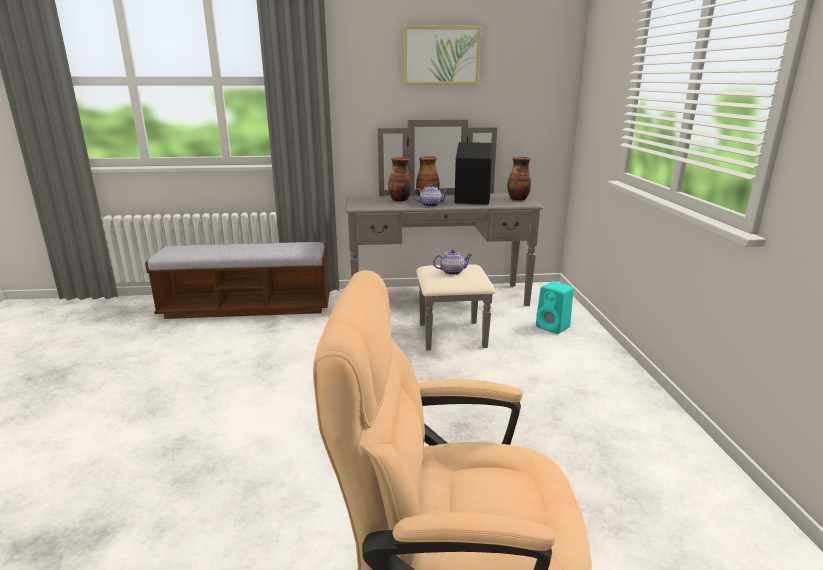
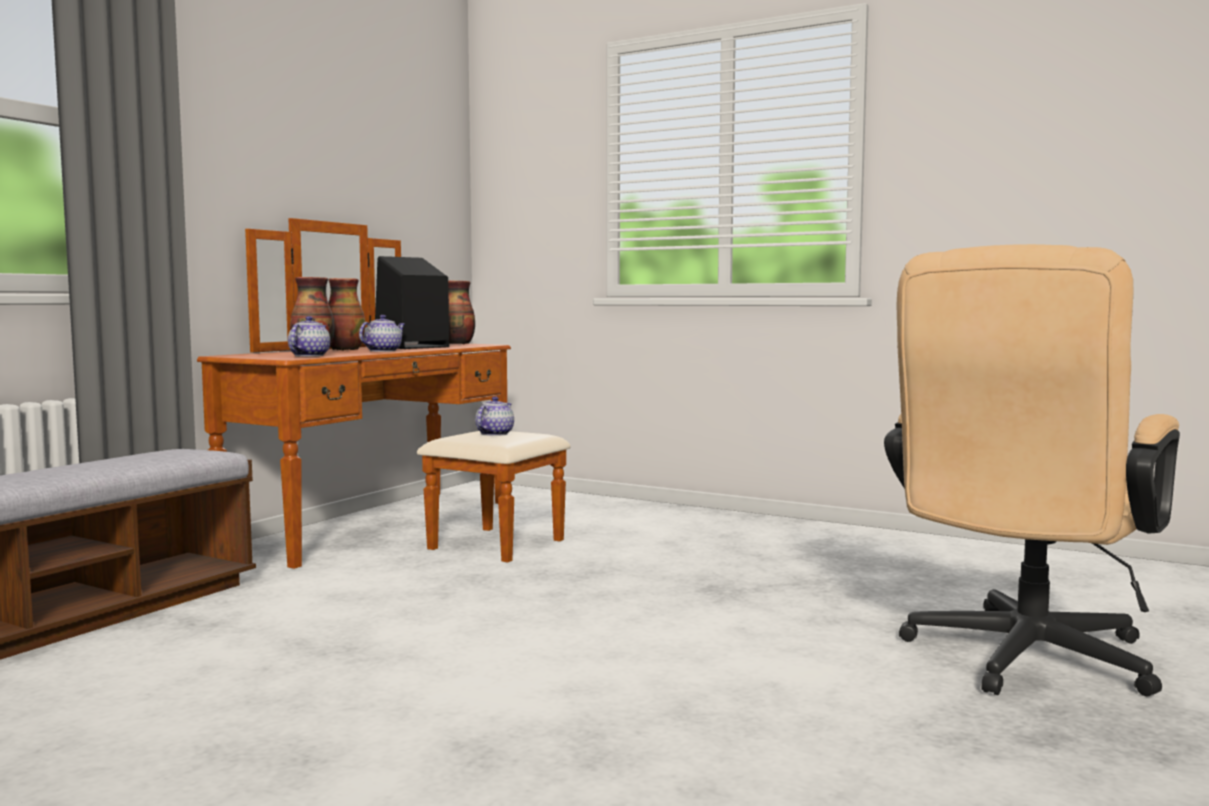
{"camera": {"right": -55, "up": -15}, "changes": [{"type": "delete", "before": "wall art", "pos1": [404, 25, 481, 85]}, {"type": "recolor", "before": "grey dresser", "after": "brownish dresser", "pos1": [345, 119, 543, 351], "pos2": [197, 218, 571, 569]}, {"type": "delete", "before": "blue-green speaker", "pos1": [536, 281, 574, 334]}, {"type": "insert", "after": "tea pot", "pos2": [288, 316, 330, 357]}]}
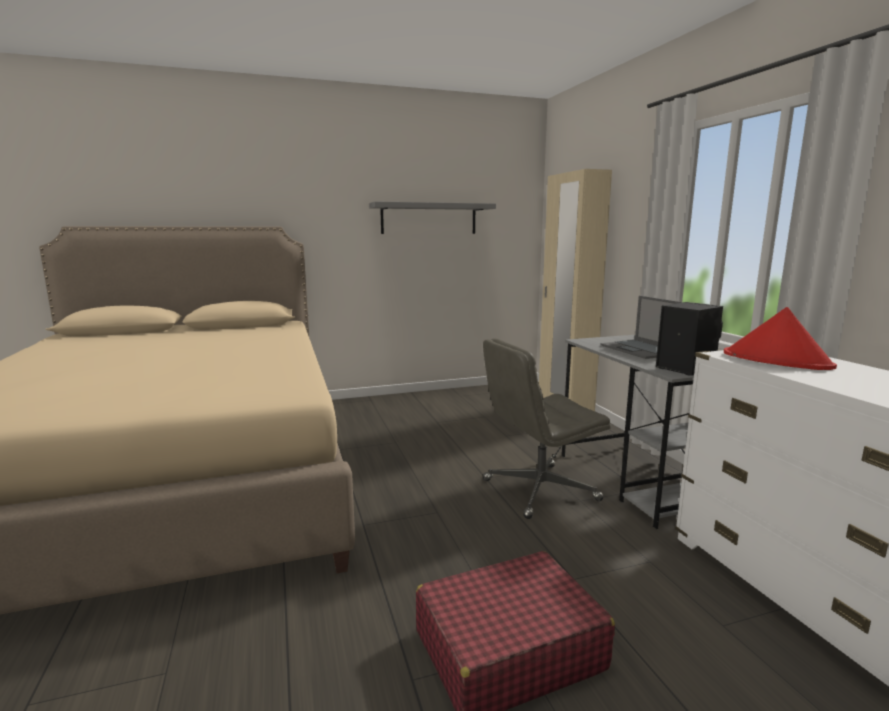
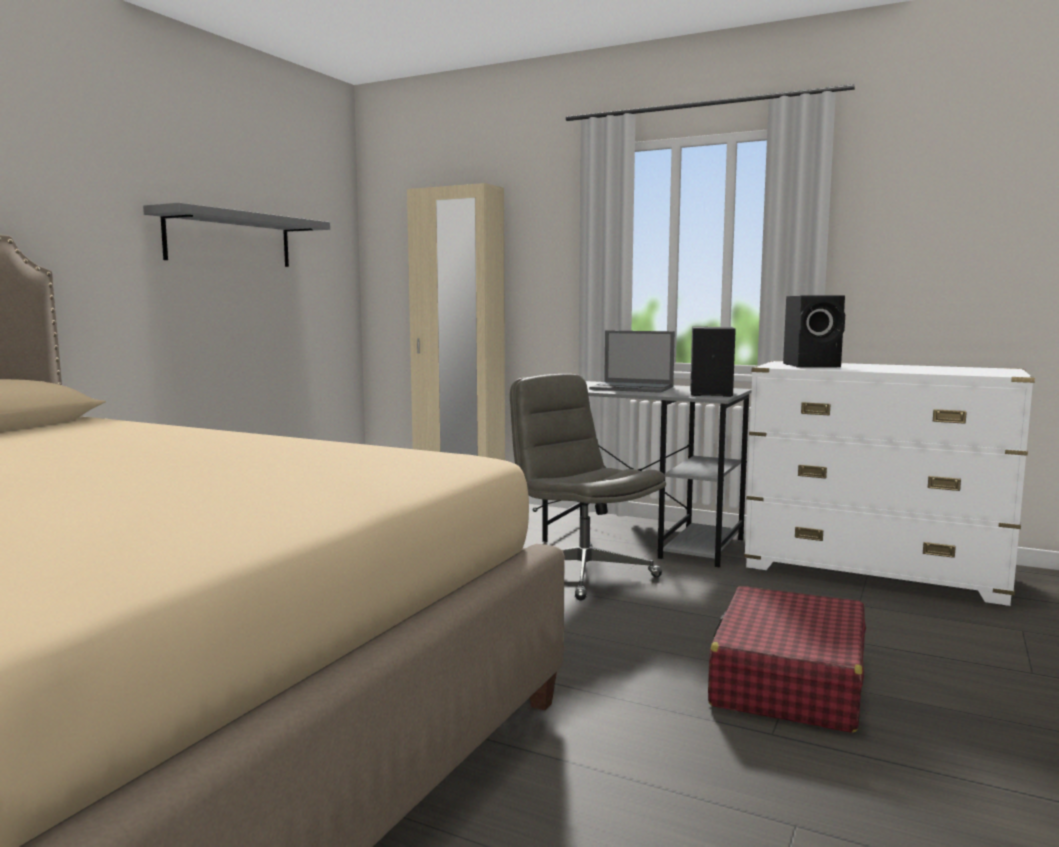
{"camera": {"right": -45, "up": -5}, "changes": [{"type": "replace", "before": "red-coloured hat", "after": "black-coloured speaker", "pos1": [724, 307, 837, 370], "pos2": [783, 296, 845, 368]}, {"type": "rotate", "before": "grey desk chair", "pos1": [483, 338, 611, 519], "pos2": [510, 374, 666, 601], "turn": 120}]}
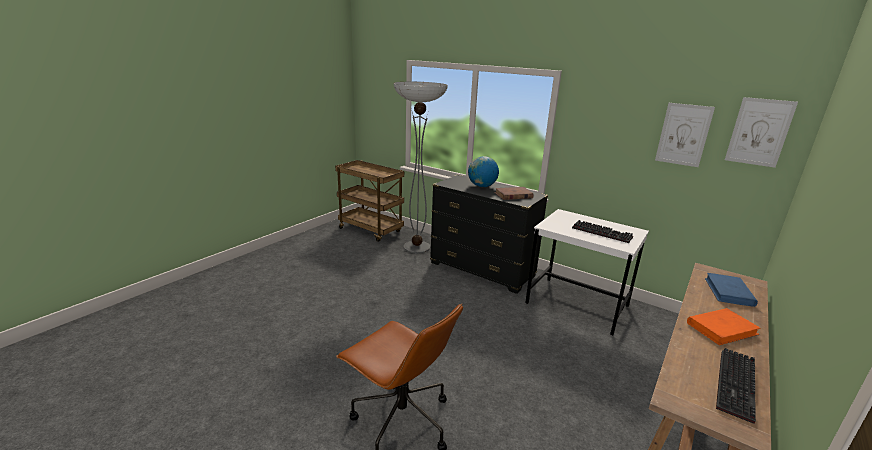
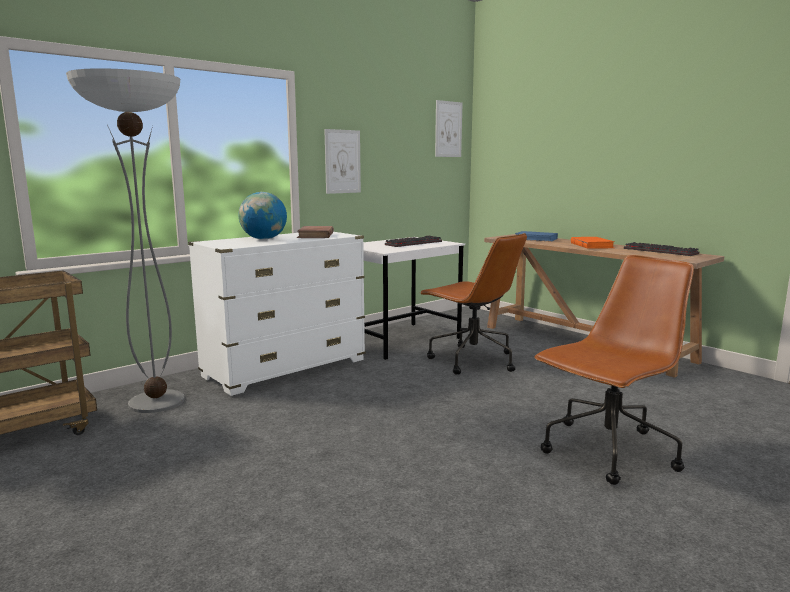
{"camera": {"right": -75, "up": -10}, "changes": [{"type": "move", "before": "wall art", "pos1": [655, 103, 715, 167], "pos2": [324, 129, 361, 194]}, {"type": "recolor", "before": "black-coloured dresser", "after": "white dresser", "pos1": [430, 175, 548, 294], "pos2": [188, 232, 365, 396]}, {"type": "insert", "after": "brownish desk chair", "pos2": [419, 233, 527, 375]}]}
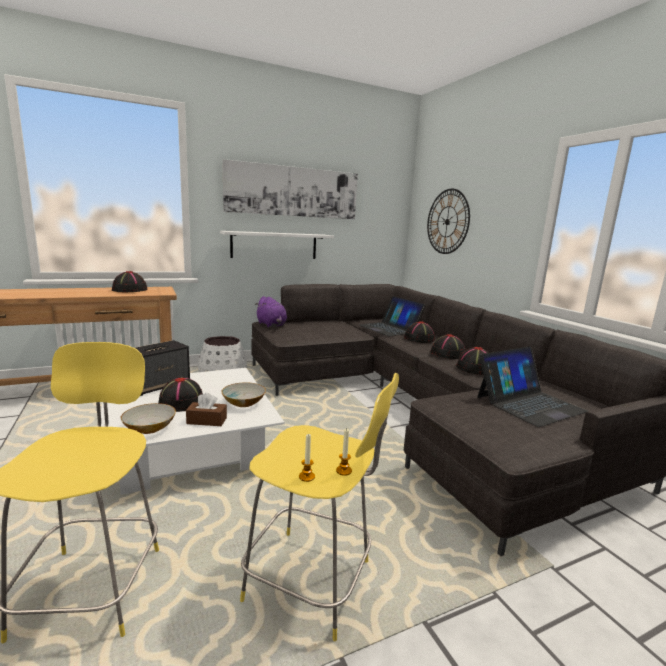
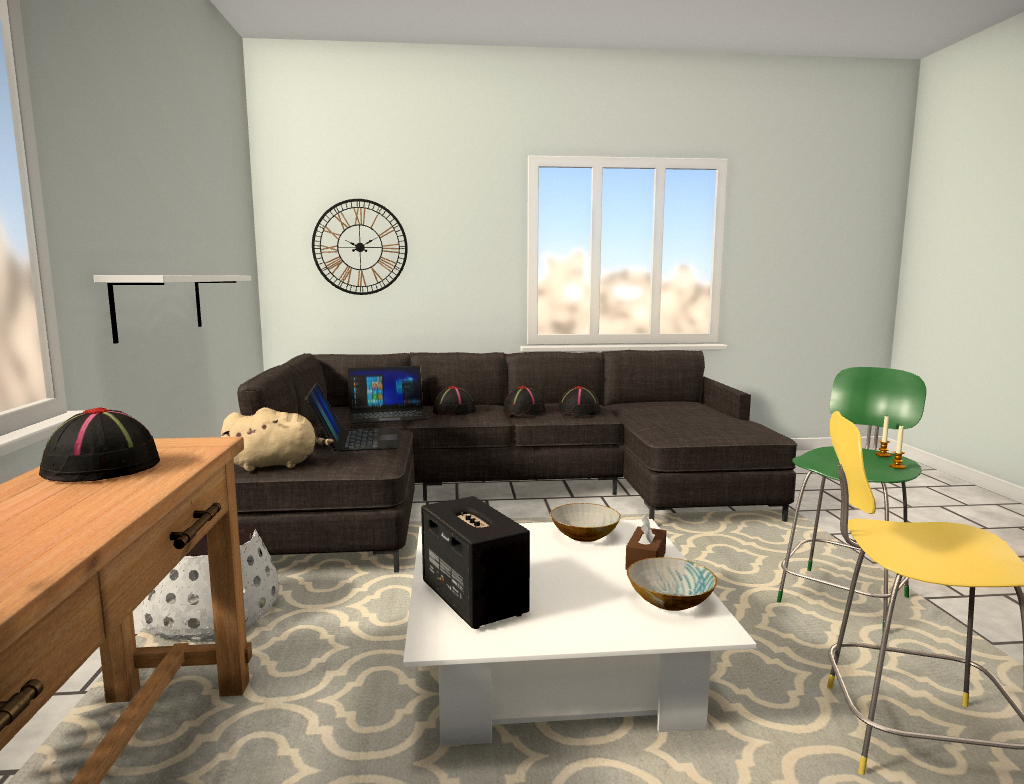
{"camera": {"right": -70, "up": -5}, "changes": [{"type": "delete", "before": "wall art", "pos1": [222, 159, 358, 219]}, {"type": "recolor", "before": "purple-coloured cuddly toy", "after": "sand-coloured cuddly toy", "pos1": [255, 296, 287, 327], "pos2": [221, 407, 335, 471]}, {"type": "move", "before": "laptop", "pos1": [477, 346, 588, 427], "pos2": [305, 383, 399, 452]}, {"type": "recolor", "before": "yellow sitting stool", "after": "green sitting stool", "pos1": [240, 373, 399, 641], "pos2": [777, 367, 926, 634]}, {"type": "delete", "before": "black-coloured hat", "pos1": [158, 377, 203, 412]}]}
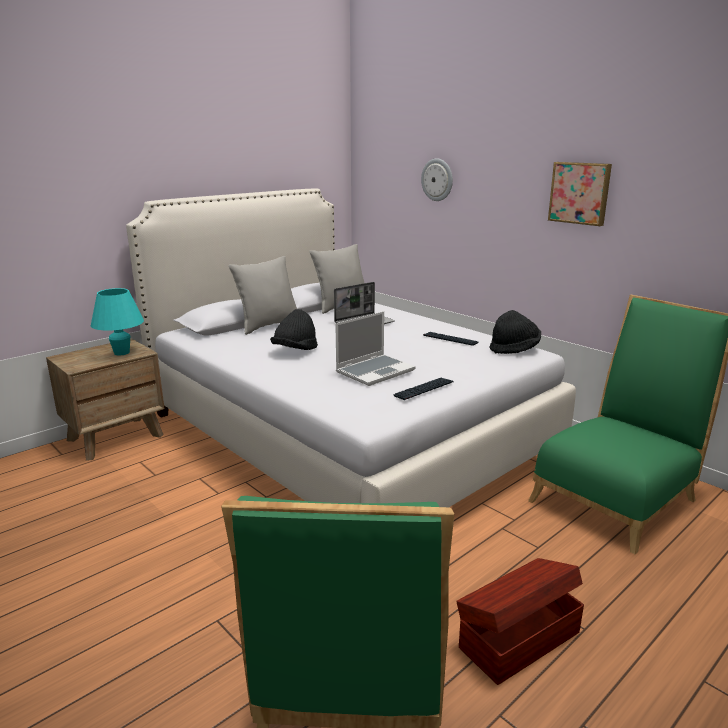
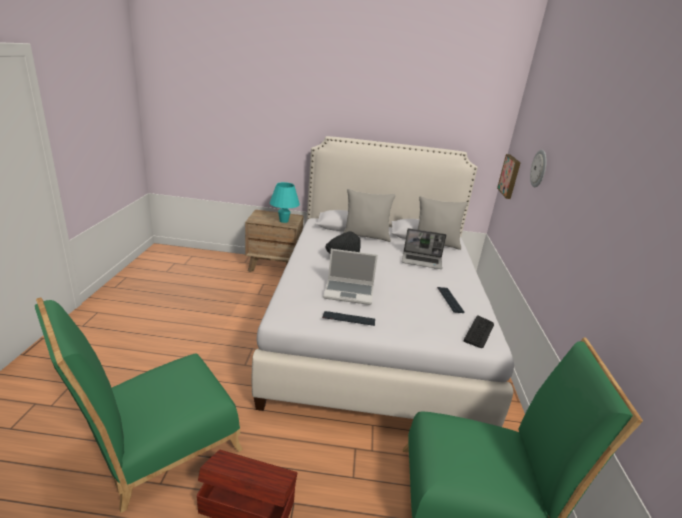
{"camera": {"right": 45, "up": 5}, "changes": [{"type": "move", "before": "wall art", "pos1": [548, 162, 612, 226], "pos2": [497, 154, 521, 199]}, {"type": "replace", "before": "black-coloured hat", "after": "PC keyboard", "pos1": [489, 310, 541, 354], "pos2": [464, 315, 494, 348]}]}
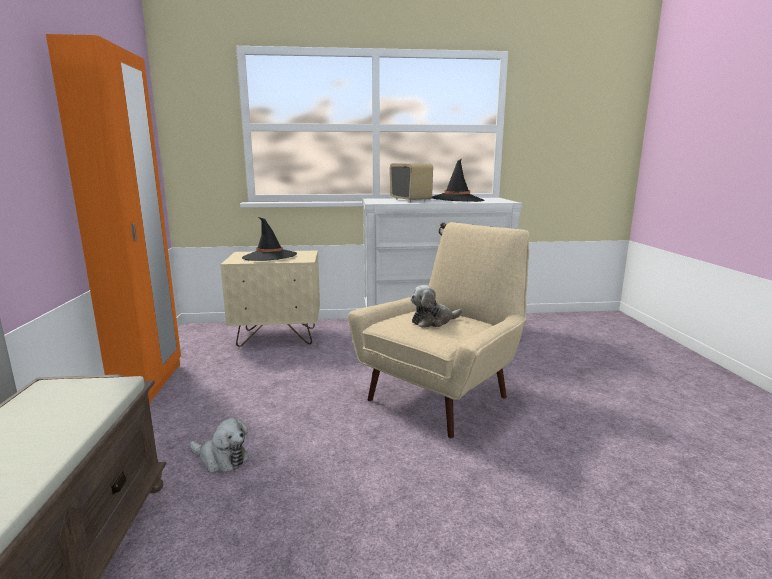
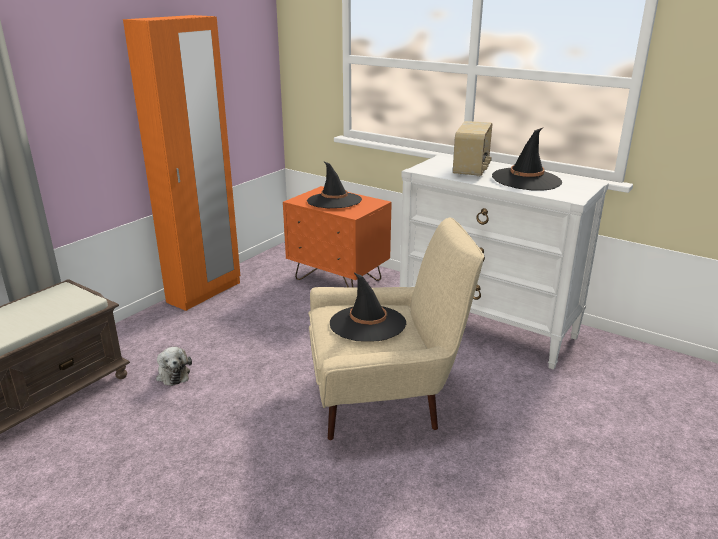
{"camera": {"right": 40, "up": 10}, "changes": [{"type": "recolor", "before": "sand-coloured bedside table", "after": "orange bedside table", "pos1": [220, 251, 320, 347], "pos2": [283, 186, 392, 288]}, {"type": "replace", "before": "cuddly toy", "after": "black-coloured hat", "pos1": [411, 285, 462, 328], "pos2": [330, 272, 406, 342]}]}
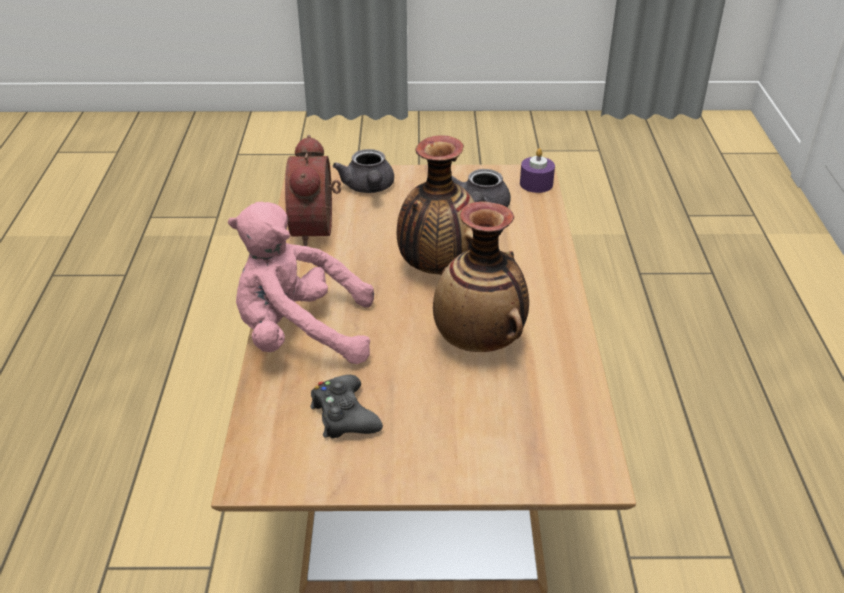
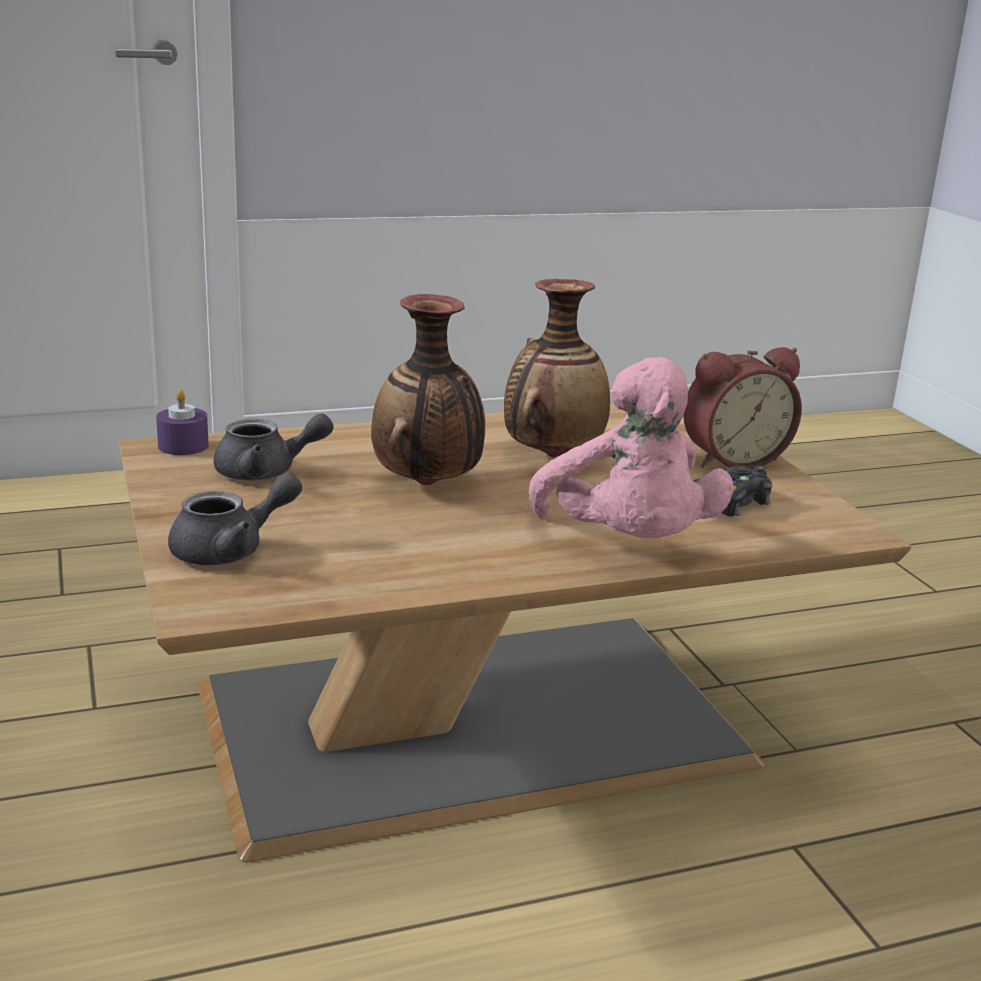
{"camera": {"right": -110, "up": -15}, "changes": [{"type": "move", "before": "table clock", "pos1": [285, 135, 341, 246], "pos2": [683, 347, 802, 469]}]}
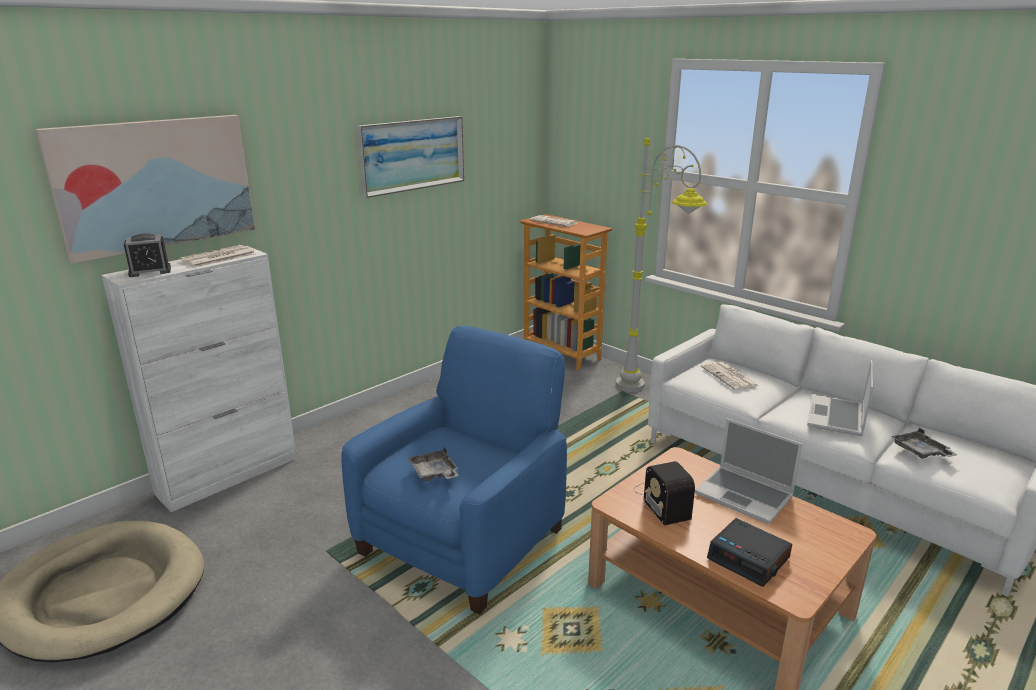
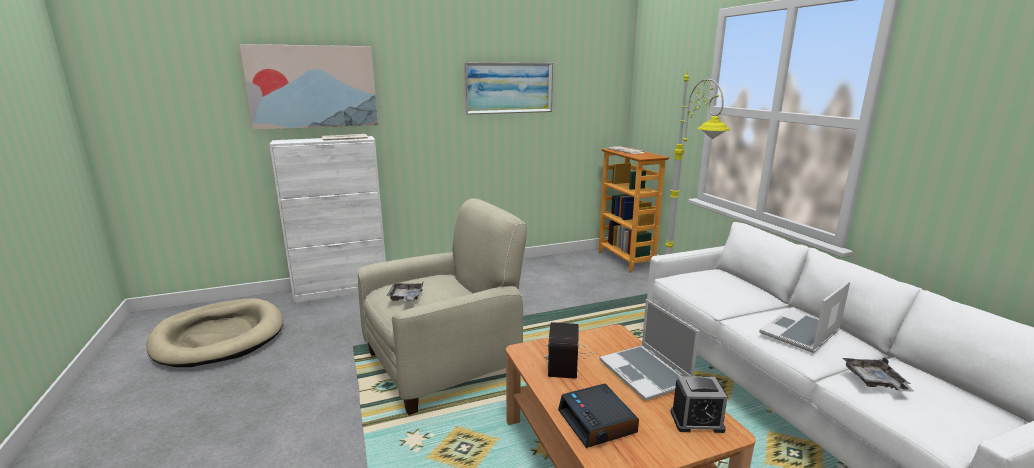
{"camera": {"right": 25, "up": -5}, "changes": [{"type": "move", "before": "table clock", "pos1": [124, 233, 171, 277], "pos2": [671, 376, 728, 433]}, {"type": "recolor", "before": "blue easy chair", "after": "sand-coloured easy chair", "pos1": [341, 326, 567, 614], "pos2": [358, 199, 527, 415]}, {"type": "delete", "before": "daily paper", "pos1": [701, 362, 758, 390]}]}
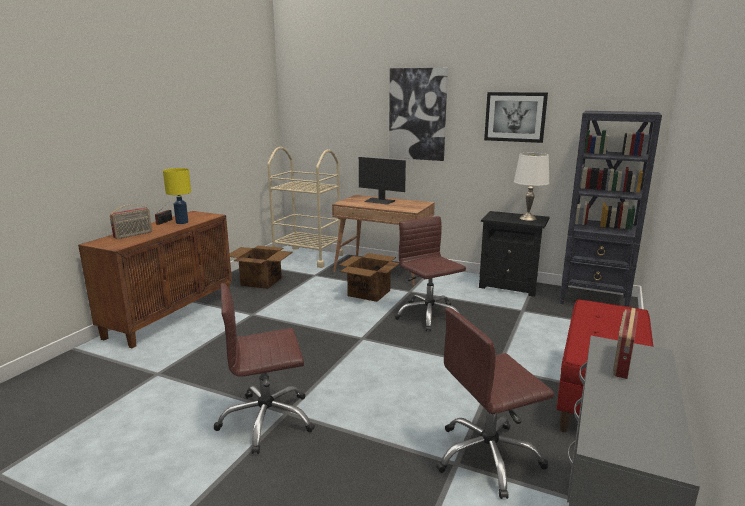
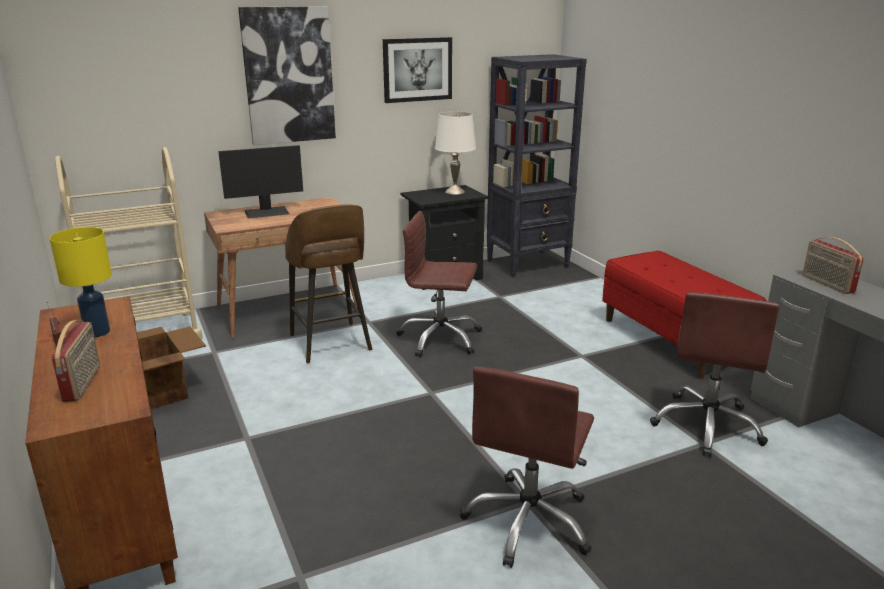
{"camera": {"right": -50, "up": 5}, "changes": [{"type": "replace", "before": "carton", "after": "brownish sitting stool", "pos1": [339, 253, 399, 302], "pos2": [285, 204, 372, 363]}]}
